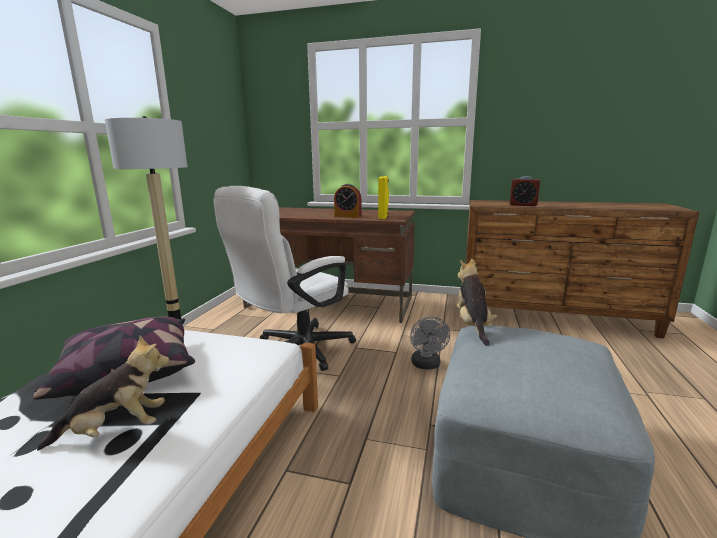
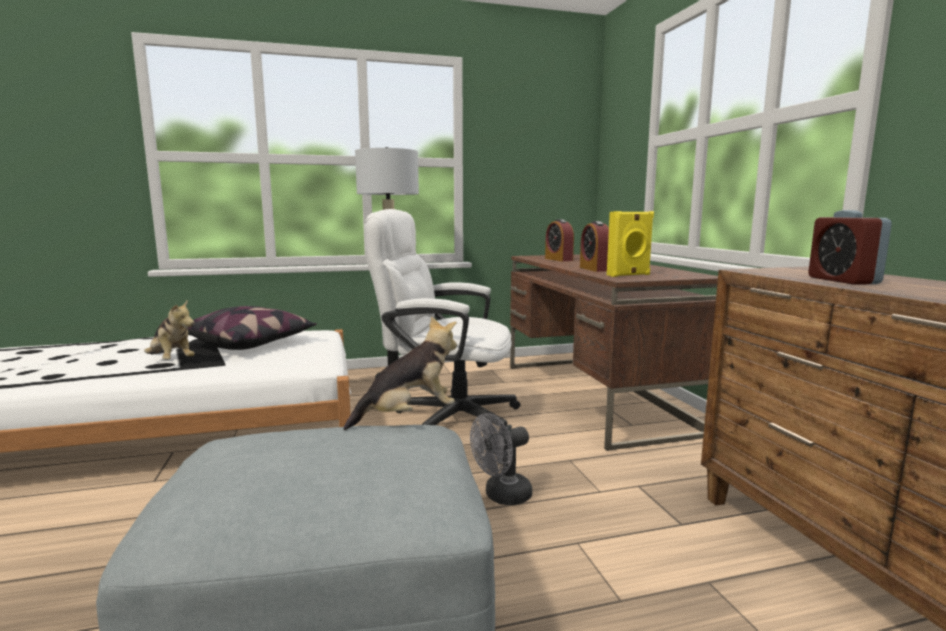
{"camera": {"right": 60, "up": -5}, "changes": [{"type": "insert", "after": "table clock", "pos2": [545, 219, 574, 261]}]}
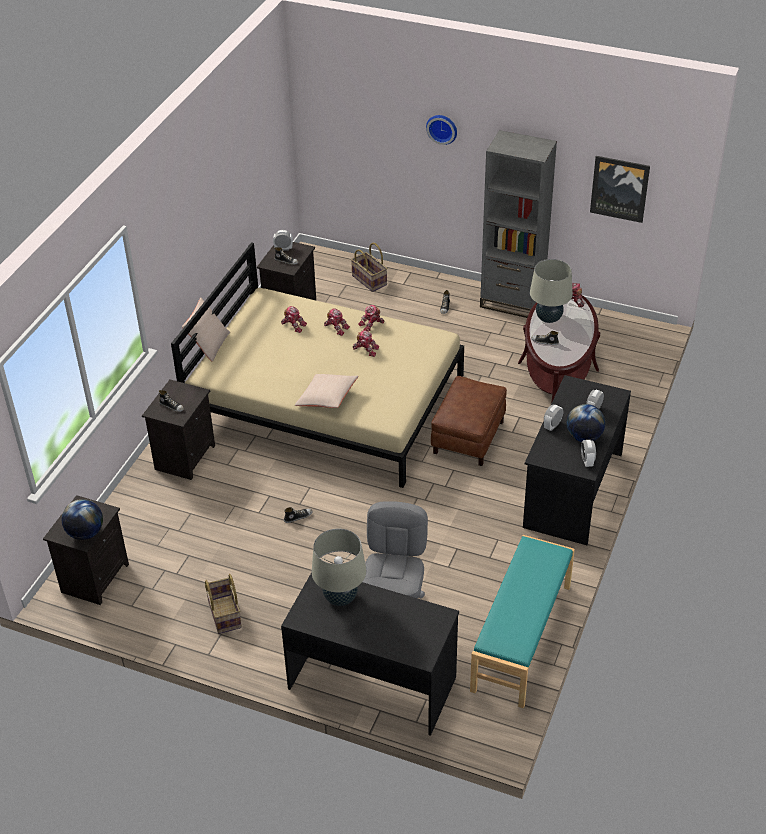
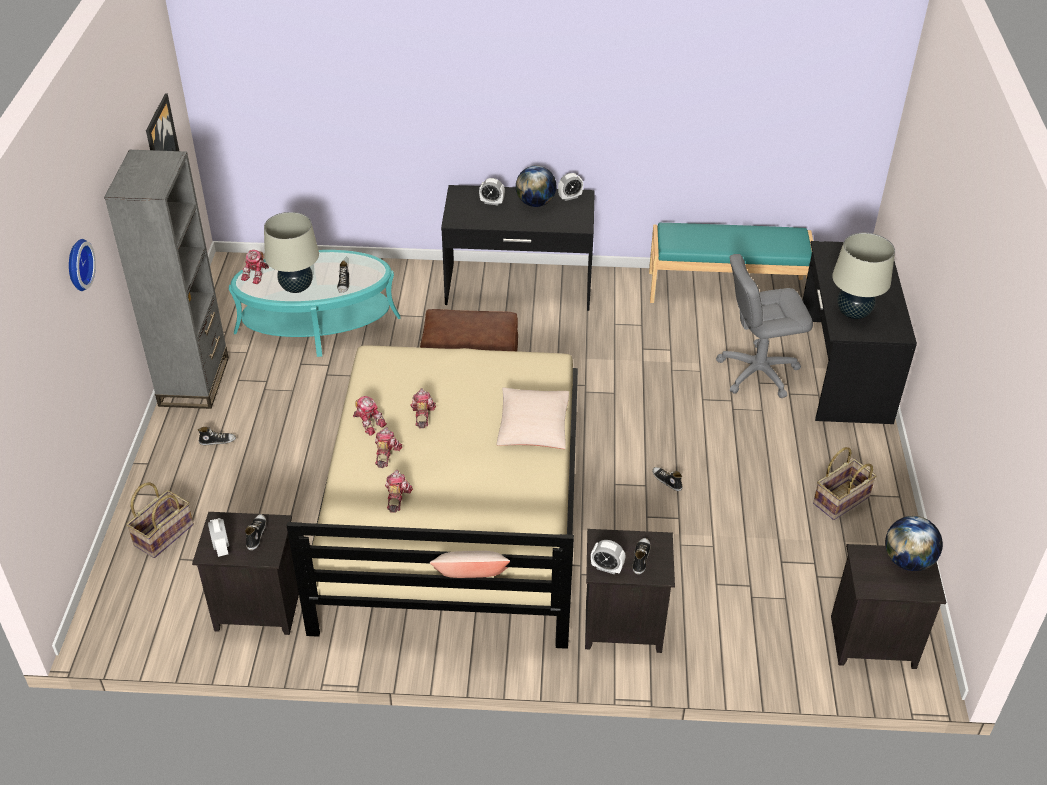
{"camera": {"right": -110, "up": 0}, "changes": [{"type": "recolor", "before": "brownish lounge table", "after": "blue-green lounge table", "pos1": [518, 295, 600, 404], "pos2": [229, 250, 401, 357]}, {"type": "move", "before": "table clock", "pos1": [544, 404, 563, 431], "pos2": [591, 540, 626, 575]}]}
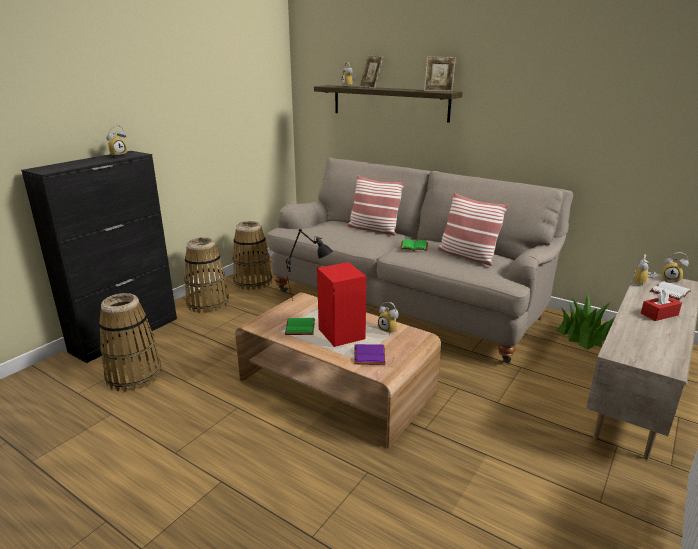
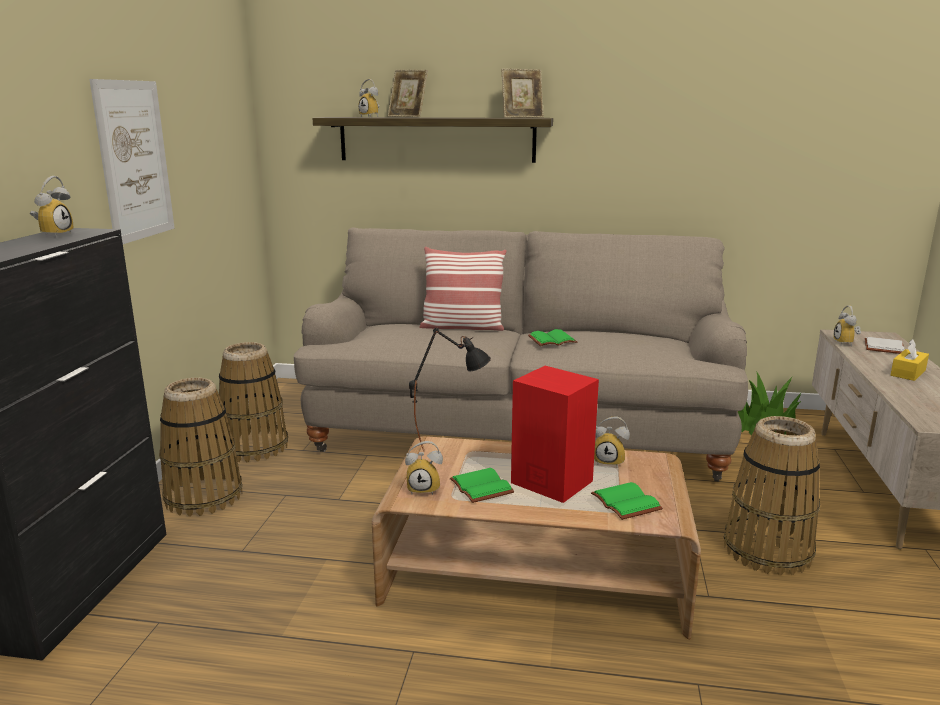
{"camera": {"right": -25, "up": -5}, "changes": [{"type": "delete", "before": "throw pillow", "pos1": [438, 192, 509, 266]}, {"type": "move", "before": "table clock", "pos1": [662, 252, 689, 282], "pos2": [405, 441, 443, 495]}, {"type": "recolor", "before": "red-coloured tissue box", "after": "yellow tissue box", "pos1": [641, 289, 682, 321], "pos2": [891, 339, 929, 381]}, {"type": "move", "before": "basket", "pos1": [99, 293, 162, 392], "pos2": [724, 416, 820, 576]}, {"type": "recolor", "before": "purple-coloured bound book", "after": "green bound book", "pos1": [354, 344, 386, 365], "pos2": [591, 482, 663, 520]}, {"type": "insert", "after": "wall art", "pos2": [89, 79, 175, 244]}]}
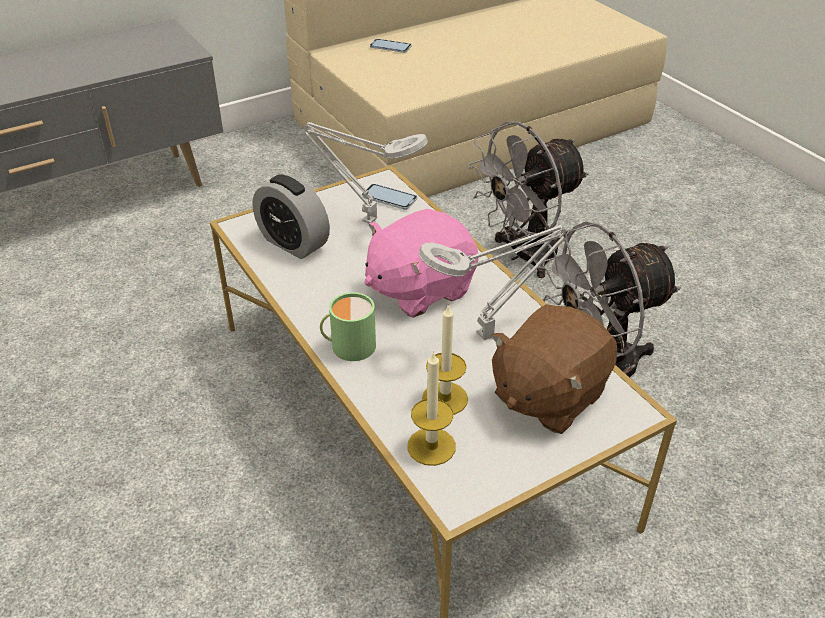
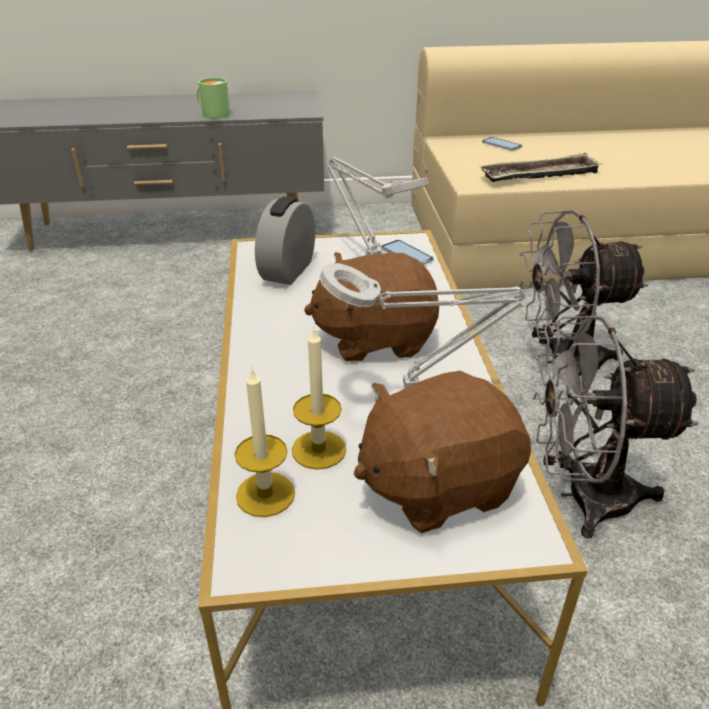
{"camera": {"right": 25, "up": -5}, "changes": [{"type": "rotate", "before": "table clock", "pos1": [252, 174, 330, 259], "pos2": [255, 196, 315, 285], "turn": 45}, {"type": "recolor", "before": "pink-coloured cuddly toy", "after": "brownish cuddly toy", "pos1": [365, 209, 478, 318], "pos2": [304, 252, 439, 362]}, {"type": "move", "before": "green tea mug", "pos1": [320, 292, 376, 361], "pos2": [197, 78, 230, 119]}, {"type": "insert", "after": "tray", "pos2": [479, 153, 603, 182]}]}
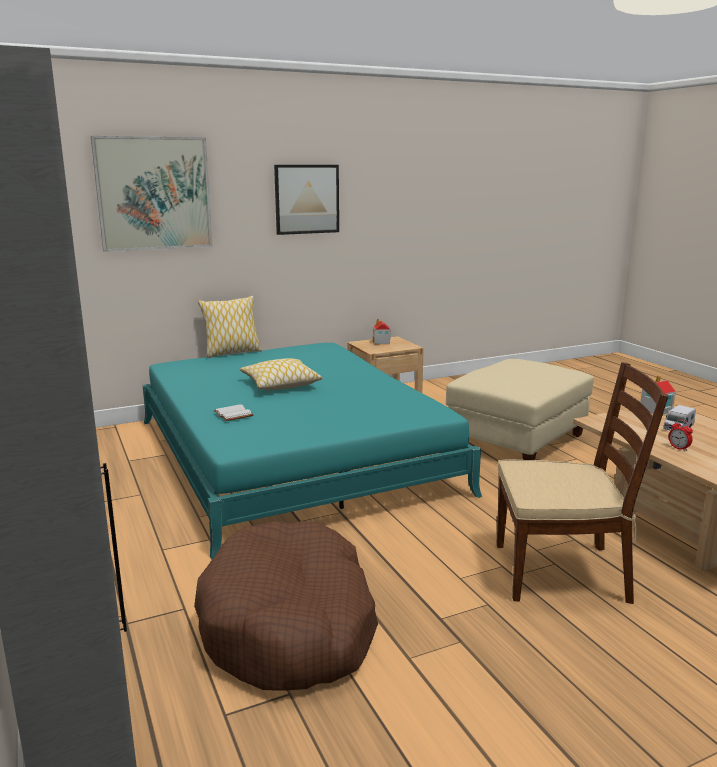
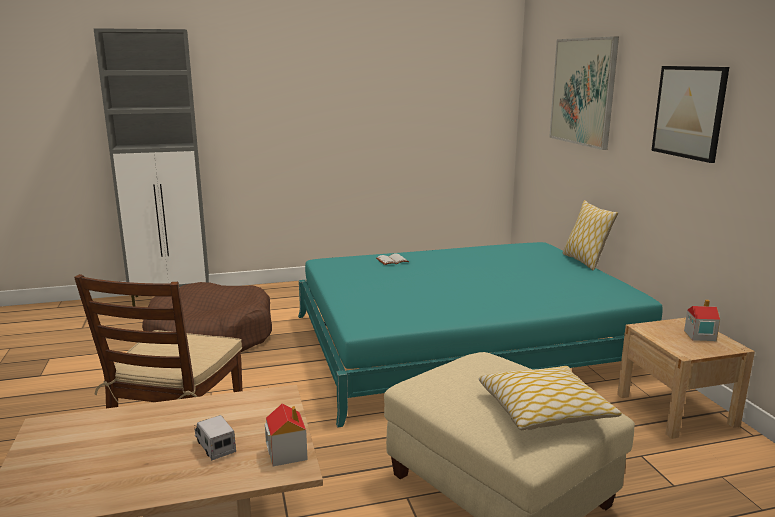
{"camera": {"right": 100, "up": 0}, "changes": [{"type": "move", "before": "throw pillow", "pos1": [240, 358, 323, 390], "pos2": [479, 366, 622, 430]}, {"type": "delete", "before": "table clock", "pos1": [669, 420, 693, 451]}]}
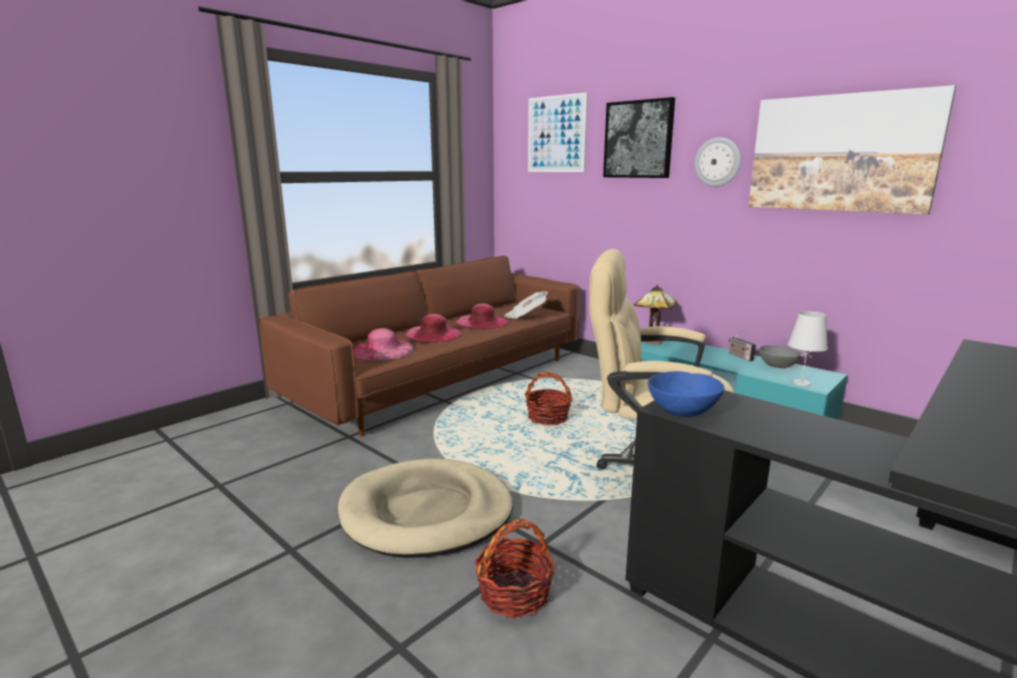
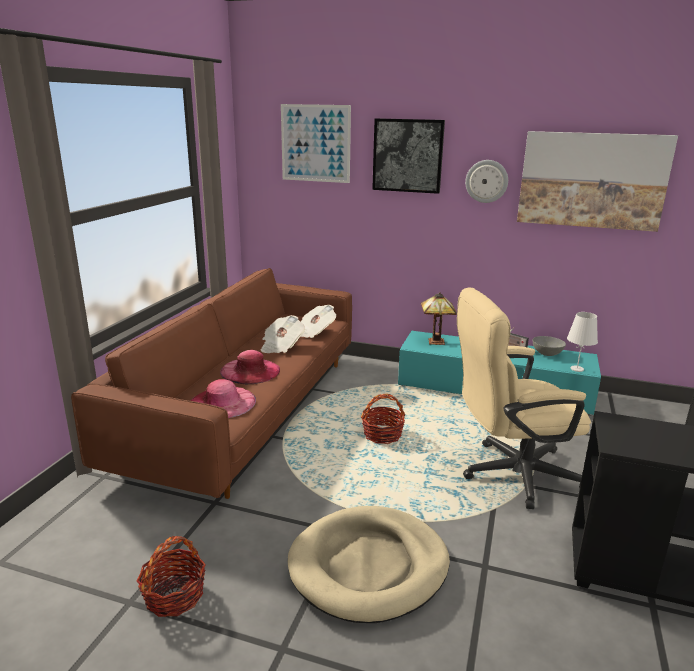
{"camera": {"right": -25, "up": 5}, "changes": [{"type": "replace", "before": "pink-coloured hat", "after": "daily paper", "pos1": [456, 303, 509, 330], "pos2": [261, 315, 305, 353]}, {"type": "delete", "before": "blue bowl", "pos1": [648, 371, 725, 417]}, {"type": "move", "before": "basket", "pos1": [475, 519, 556, 618], "pos2": [136, 536, 206, 617]}]}
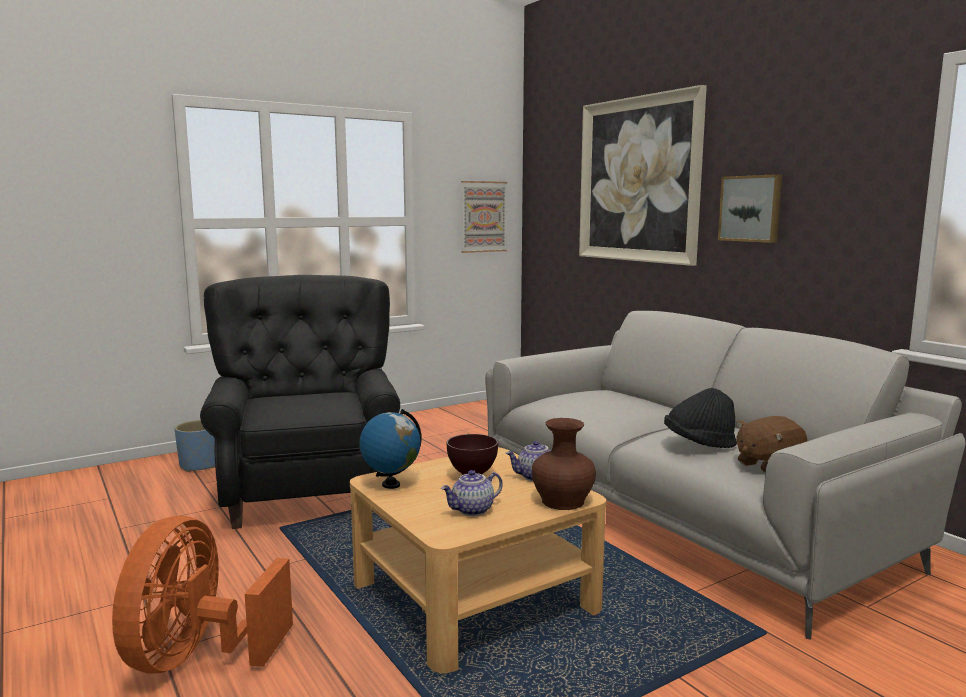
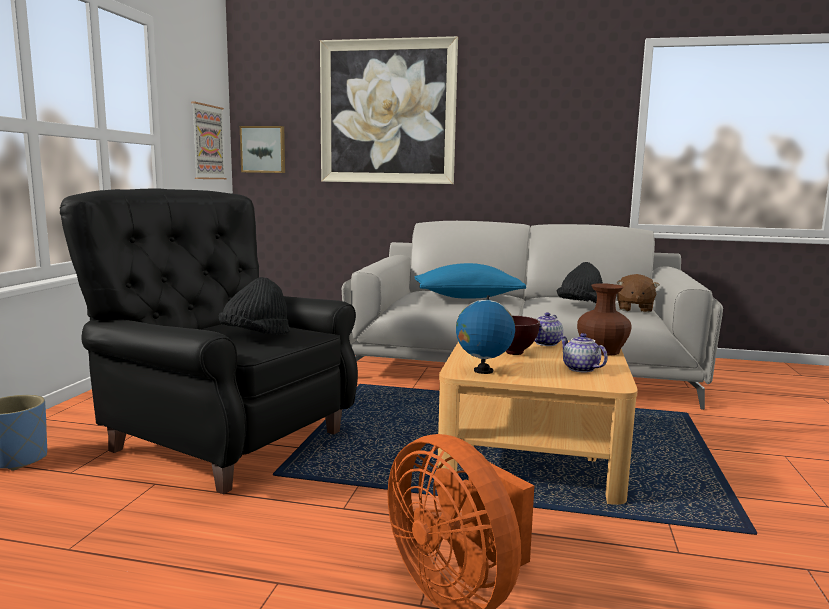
{"camera": {"right": -45, "up": 0}, "changes": [{"type": "move", "before": "wall art", "pos1": [718, 174, 782, 243], "pos2": [240, 126, 285, 173]}, {"type": "rotate", "before": "tea pot", "pos1": [441, 470, 503, 516], "pos2": [560, 333, 608, 373], "turn": 135}, {"type": "insert", "after": "blue throw pillow", "pos2": [415, 263, 526, 299]}, {"type": "insert", "after": "black-coloured hat", "pos2": [219, 277, 290, 335]}]}
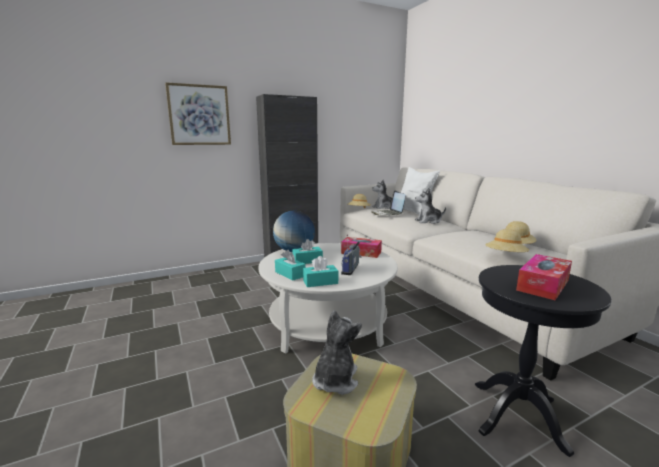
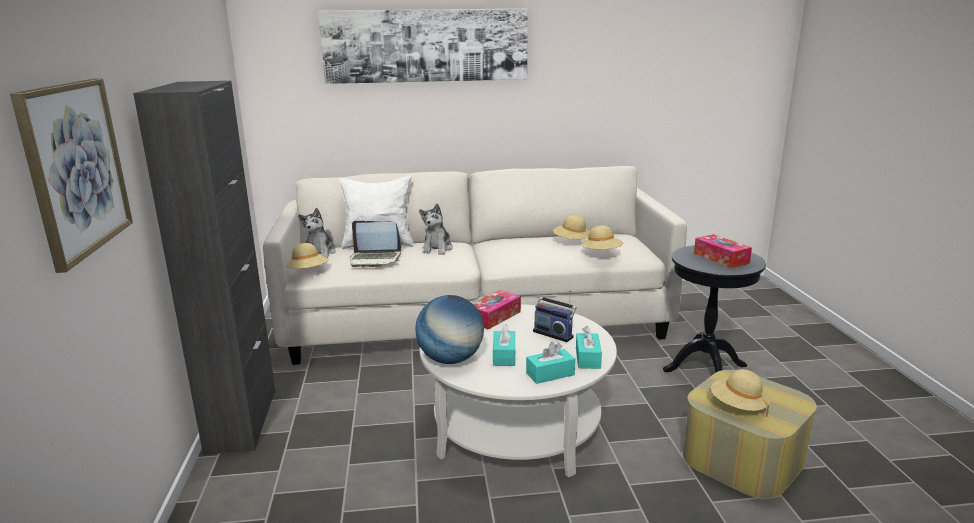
{"camera": {"right": -70, "up": 5}, "changes": [{"type": "replace", "before": "cuddly toy", "after": "sand-coloured hat", "pos1": [312, 310, 362, 395], "pos2": [711, 369, 770, 417]}, {"type": "insert", "after": "wall art", "pos2": [318, 9, 528, 84]}]}
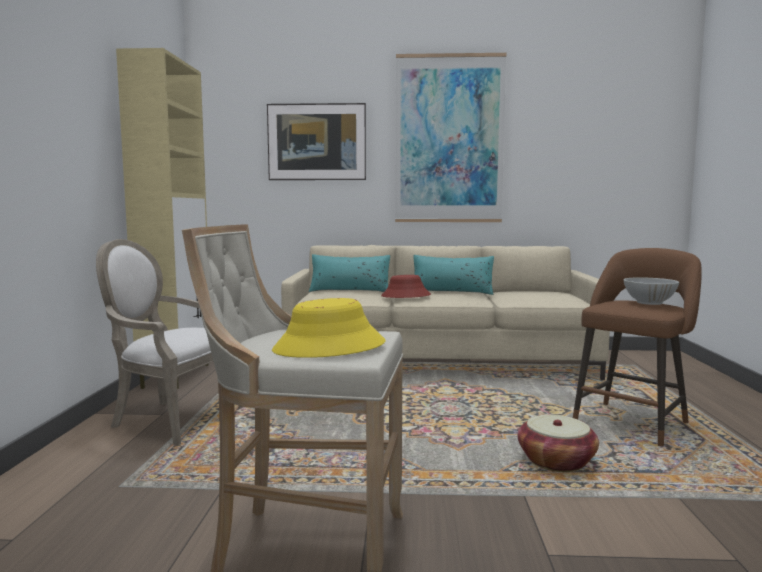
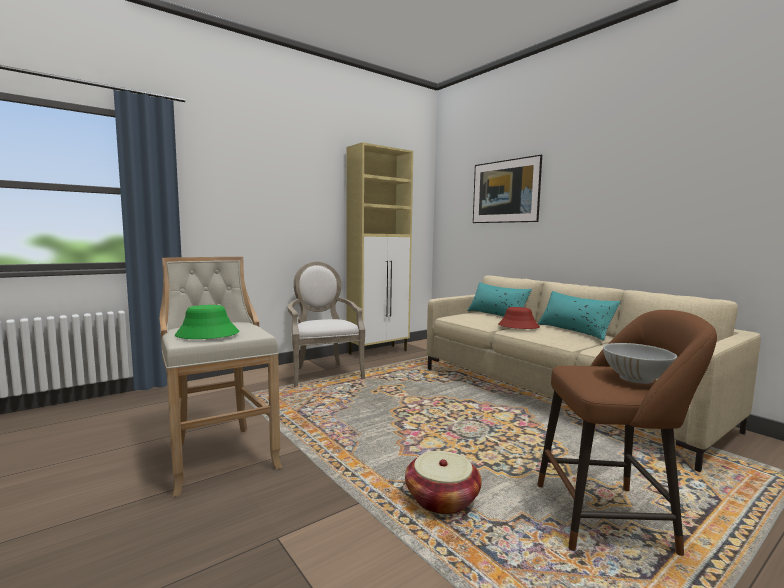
{"camera": {"right": 50, "up": 0}, "changes": [{"type": "delete", "before": "wall art", "pos1": [395, 53, 507, 222]}, {"type": "recolor", "before": "yellow hat", "after": "green hat", "pos1": [272, 298, 386, 358], "pos2": [175, 305, 239, 339]}]}
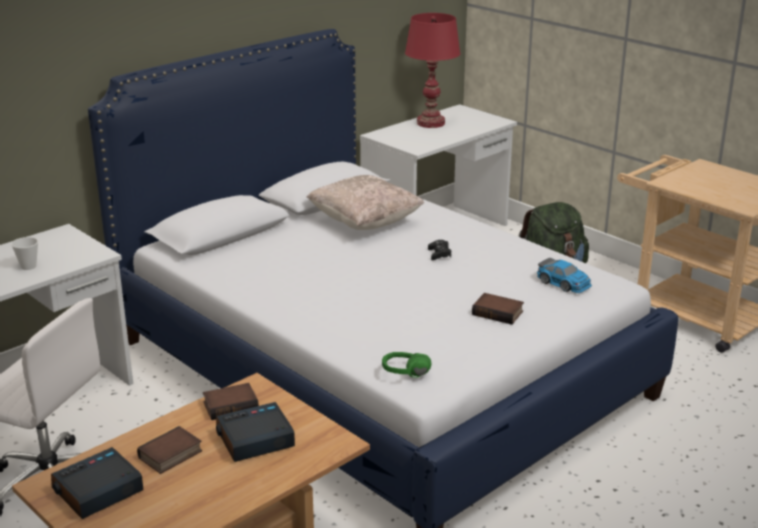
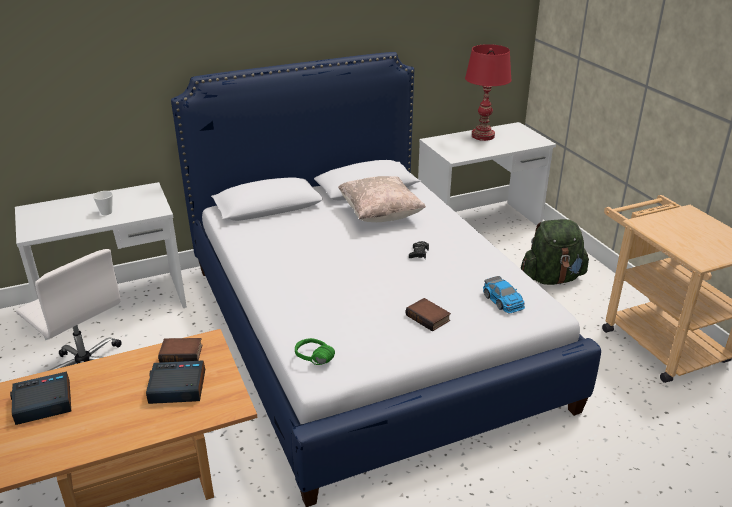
{"camera": {"right": 20, "up": 5}, "changes": [{"type": "delete", "before": "bound book", "pos1": [137, 426, 202, 474]}]}
